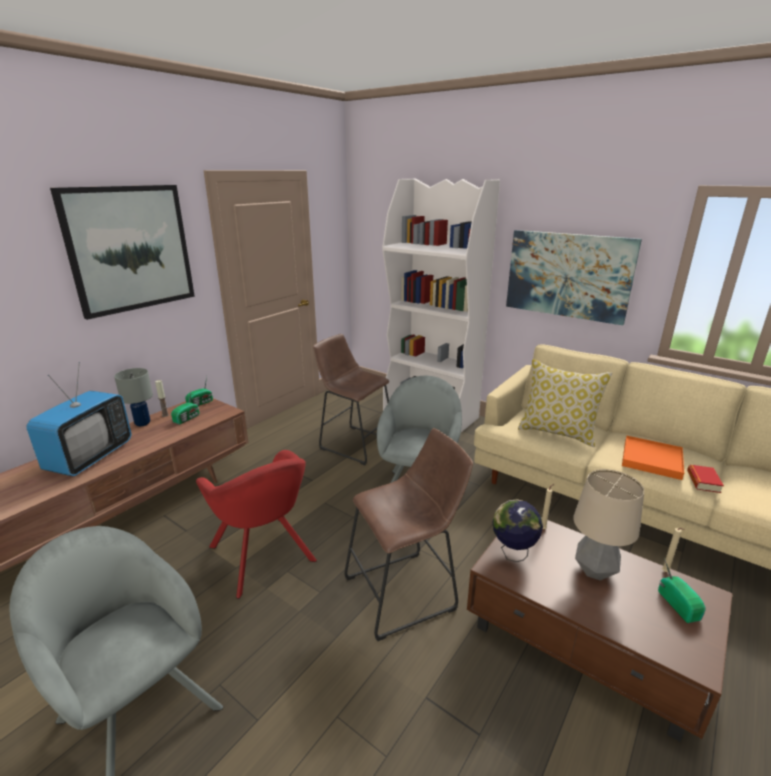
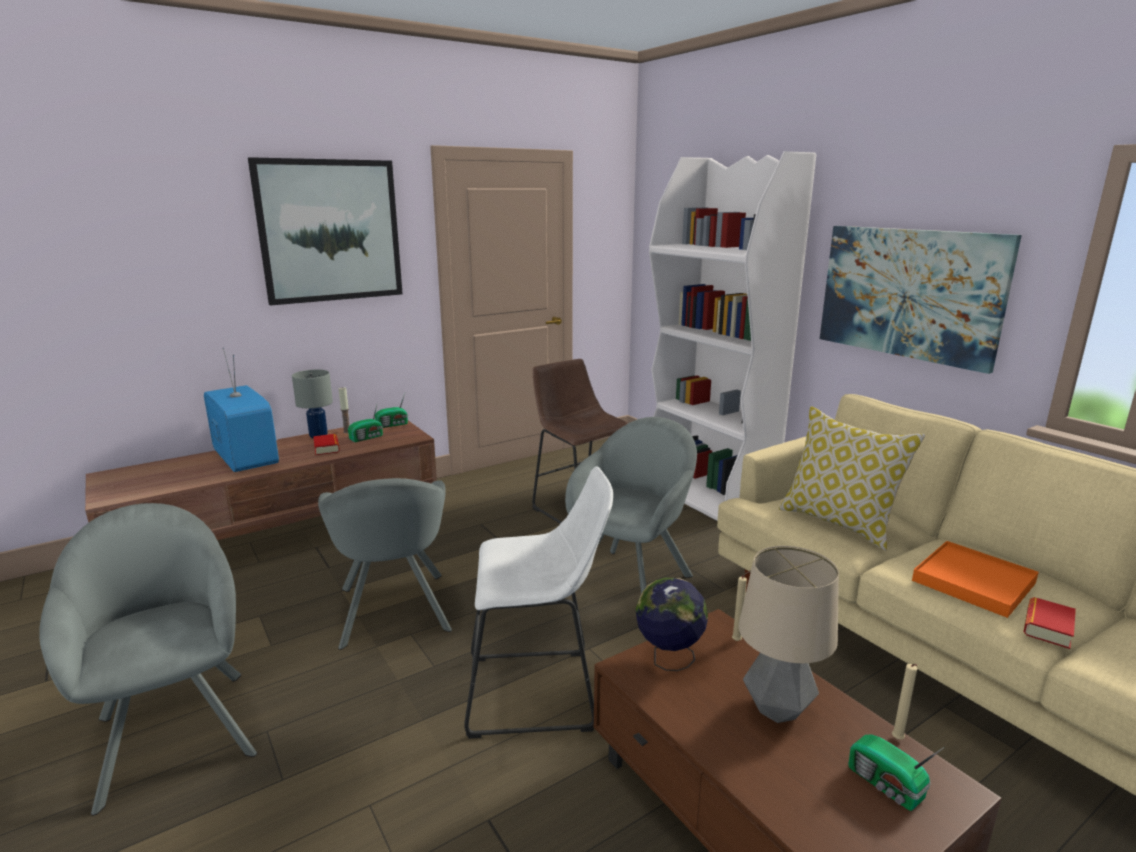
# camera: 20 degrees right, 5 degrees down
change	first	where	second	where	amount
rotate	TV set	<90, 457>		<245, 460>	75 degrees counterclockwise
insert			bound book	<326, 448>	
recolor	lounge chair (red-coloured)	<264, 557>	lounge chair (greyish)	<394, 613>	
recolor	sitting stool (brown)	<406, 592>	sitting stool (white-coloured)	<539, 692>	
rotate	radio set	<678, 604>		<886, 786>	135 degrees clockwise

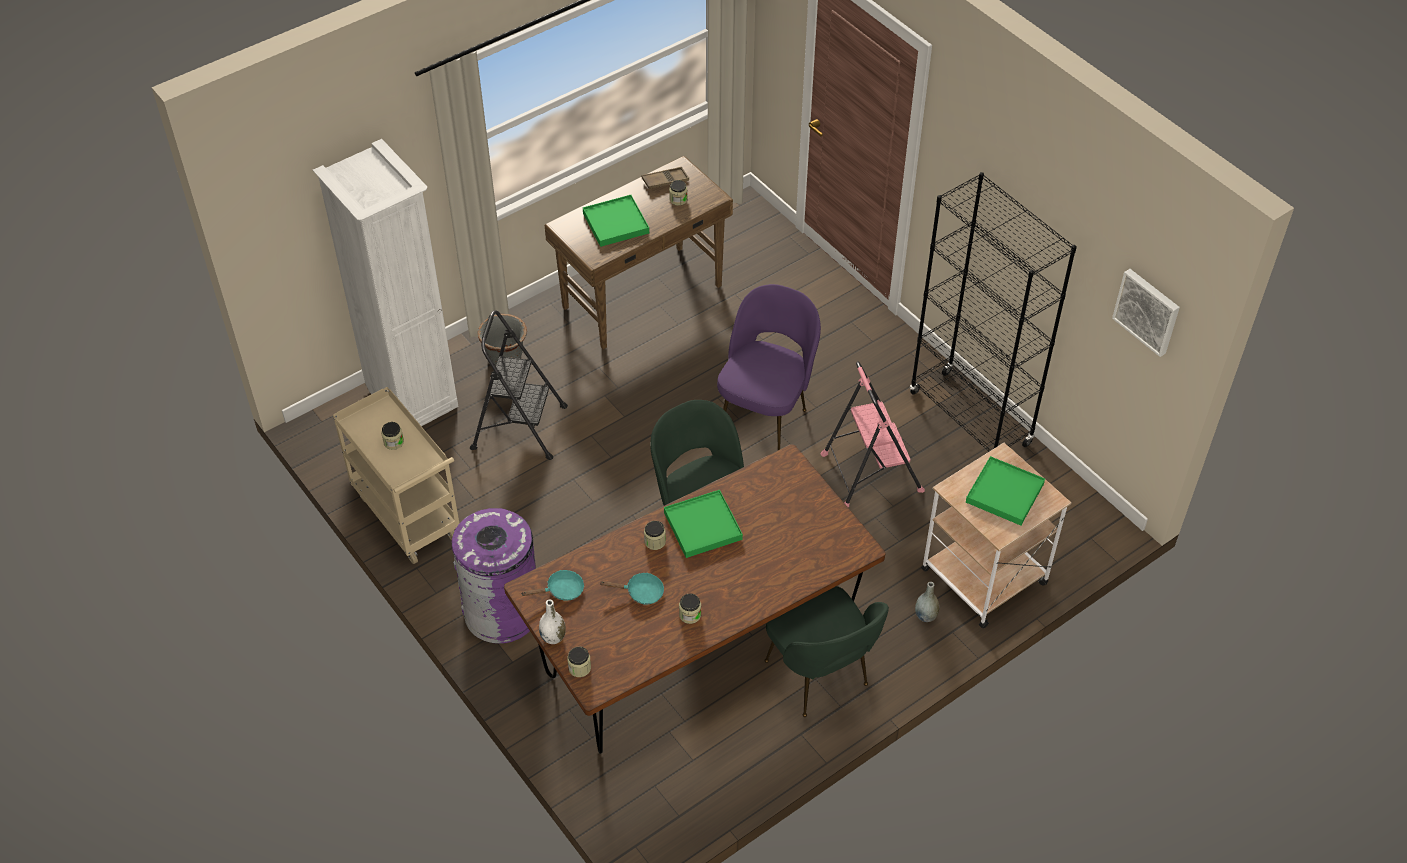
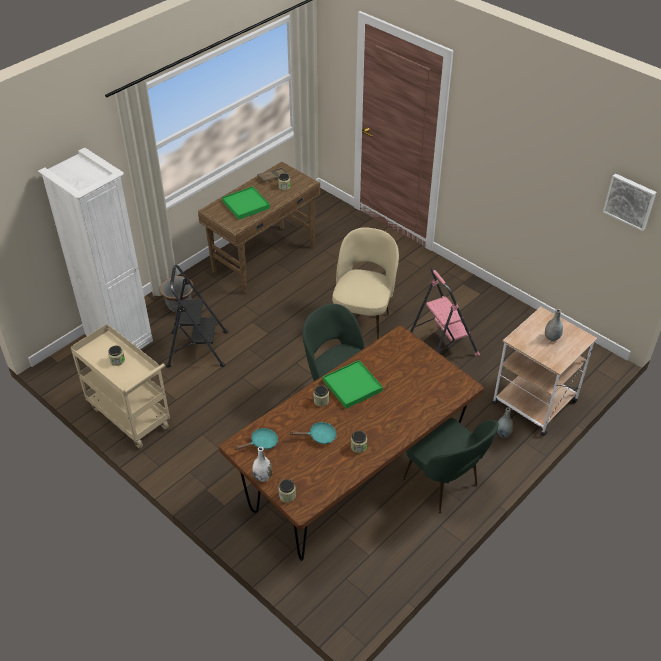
# camera: 10 degrees left, 5 degrees down
change	first	where	second	where	amount
recolor	chair (purplish)	<766, 417>	chair (beige-coloured)	<363, 322>	
replace	carrying tray (green-coloured)	<1005, 493>	vase (greyish)	<552, 337>	
delete	rubbish bin (purplish)	<502, 612>			
delete	bookshelf (black)	<970, 419>			

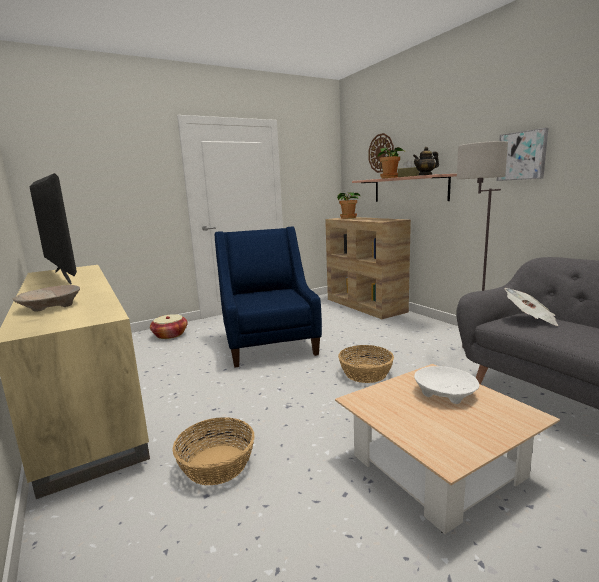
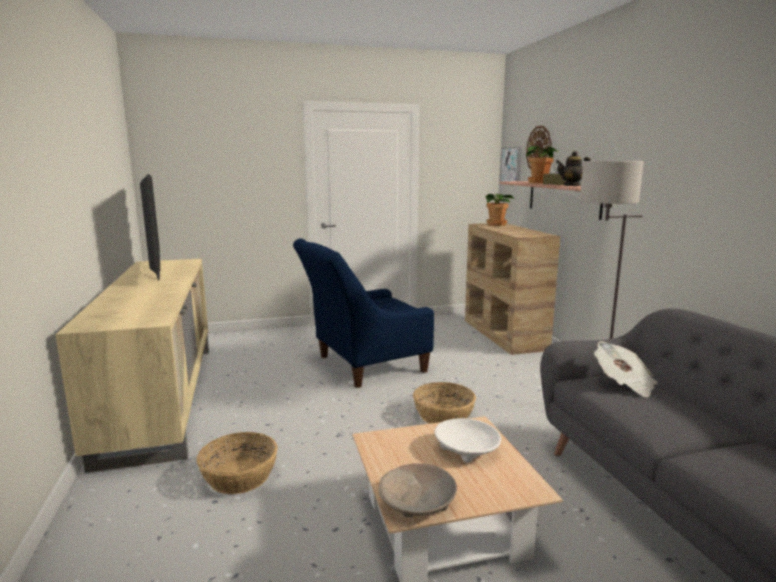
# camera: 15 degrees right, 0 degrees up
change	first	where	second	where	amount
rotate	lounge chair (blue)	<269, 344>		<363, 365>	120 degrees counterclockwise
move	bowl (beige-coloured)	<51, 307>		<418, 504>	
move	wall picture	<522, 155>		<511, 166>	
delete	household basket	<170, 335>			

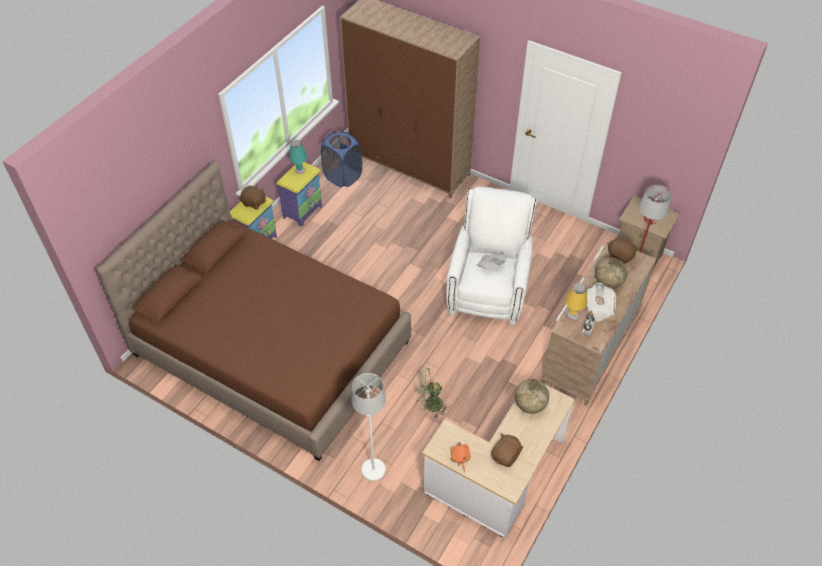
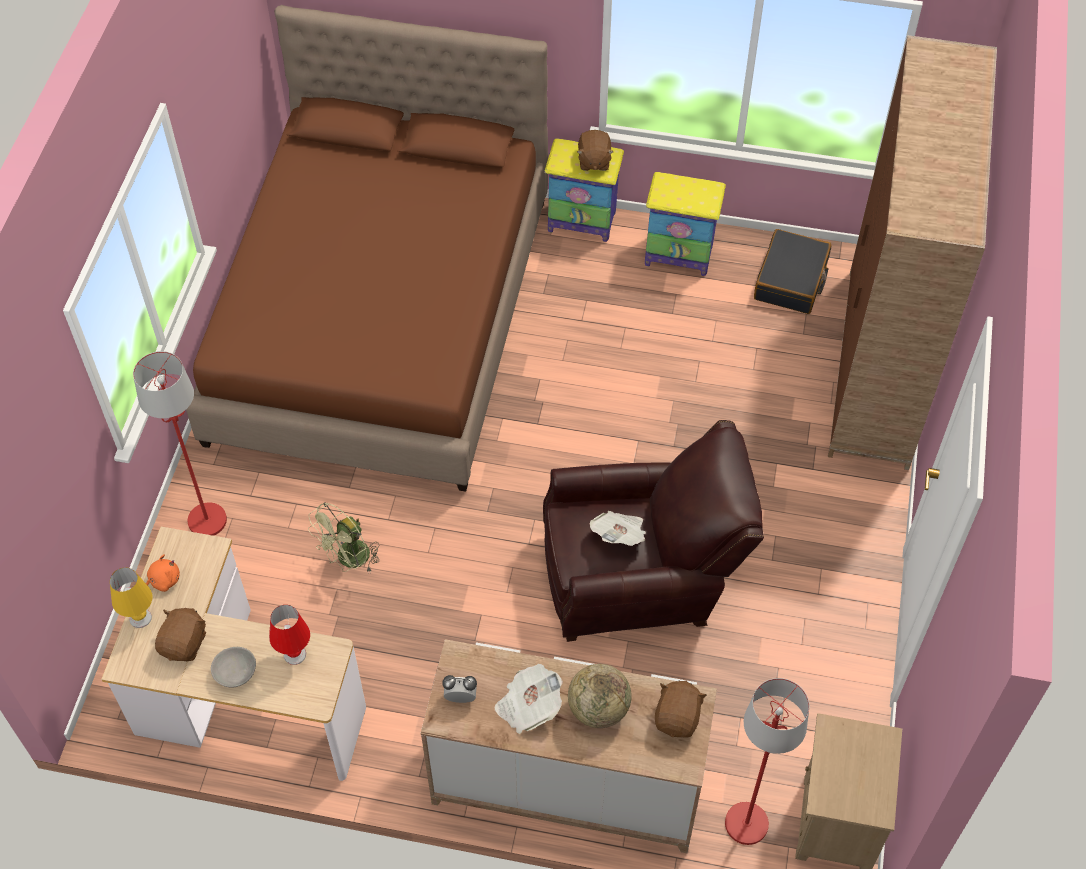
# camera: 70 degrees right, 5 degrees up
change	first	where	second	where	amount
move	table lamp (yellowish)	<573, 314>		<140, 618>	
recolor	floor lamp (white-coloured)	<373, 470>	floor lamp (red-coloured)	<207, 521>	
rotate	cuddly toy (brown)	<506, 456>		<184, 643>	90 degrees counterclockwise
insert			bowl (greyish)	<236, 673>	
replace	world globe	<530, 405>	table lamp (red-coloured)	<294, 654>	
rotate	electric fan (green-coloured)	<429, 405>		<349, 560>	105 degrees counterclockwise
recolor	lounge chair (white-coloured)	<489, 286>	lounge chair (brown)	<641, 577>	
replace	washing basket (blue)	<343, 176>	suitcase (black)	<791, 280>	
delete	table lamp (turquoise)	<299, 170>			

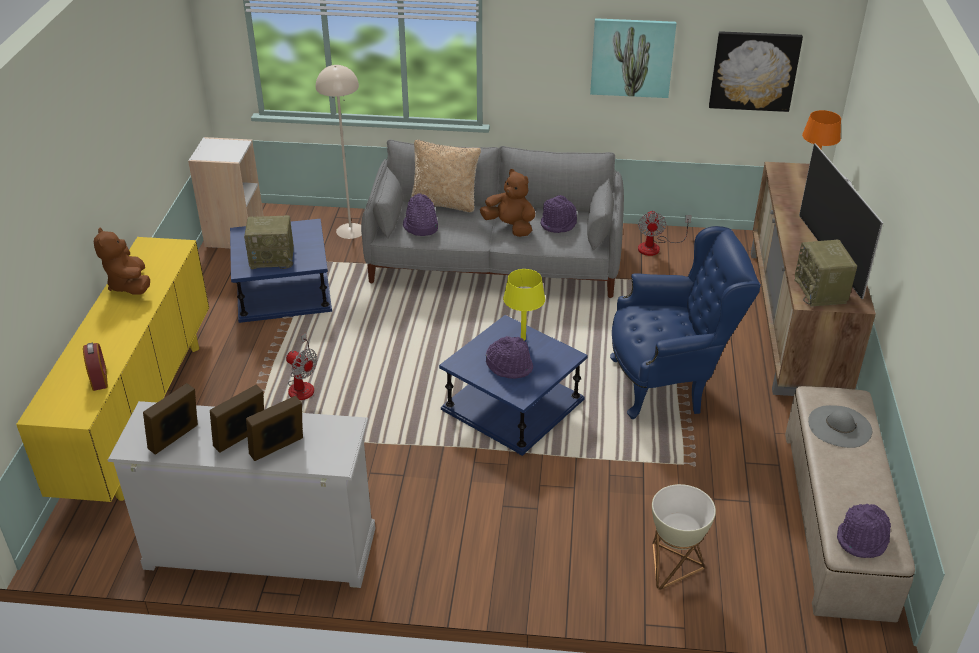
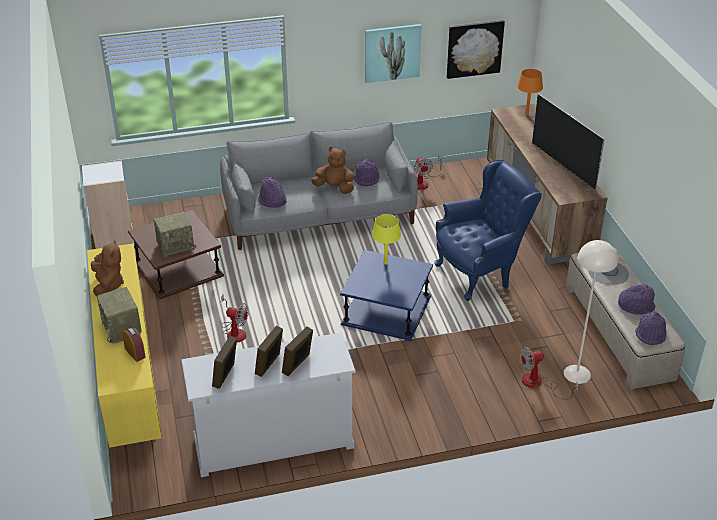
# camera: 20 degrees left, 0 degrees up
change	first	where	second	where	amount
rotate	cuddly toy (brown)	<129, 285>		<108, 285>	150 degrees counterclockwise
move	radio set	<821, 292>		<122, 328>	
recolor	side table (blue)	<283, 290>	side table (brown)	<178, 269>	
replace	flower pot	<674, 567>	electric fan	<538, 383>	
move	floor lamp (beige-coloured)	<351, 230>		<577, 373>	
move	clothing hat (purplish)	<510, 366>		<636, 306>	
delete	cushion (beige-coloured)	<445, 205>			

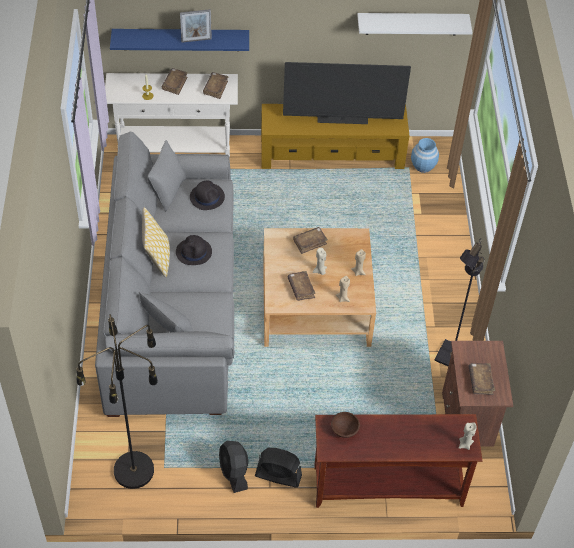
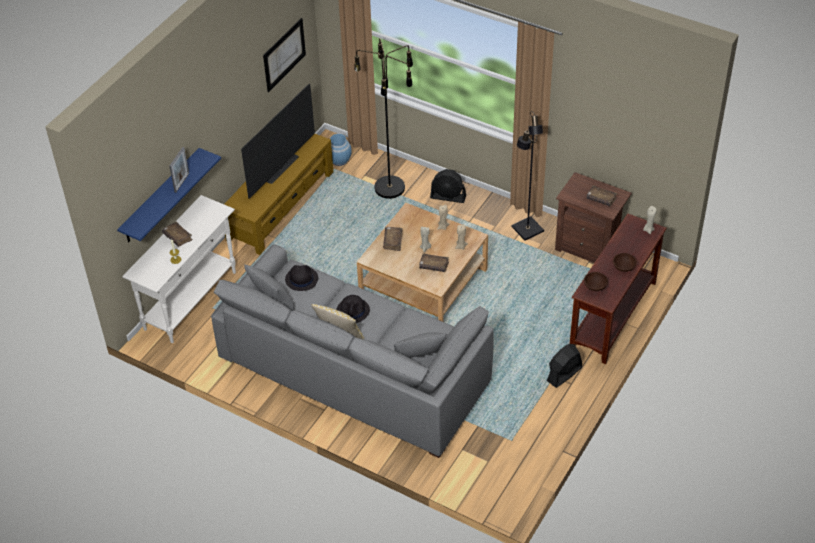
# camera: 55 degrees left, 5 degrees down
change	first	where	second	where	amount
replace	wall shelf (white-coloured)	<412, 24>	wall picture	<284, 54>	
move	floor lamp	<134, 471>		<390, 188>	
move	electric fan (black)	<234, 472>		<448, 197>	
insert			bowl (brown)	<624, 267>	
delete	bound book (brown)	<215, 88>			

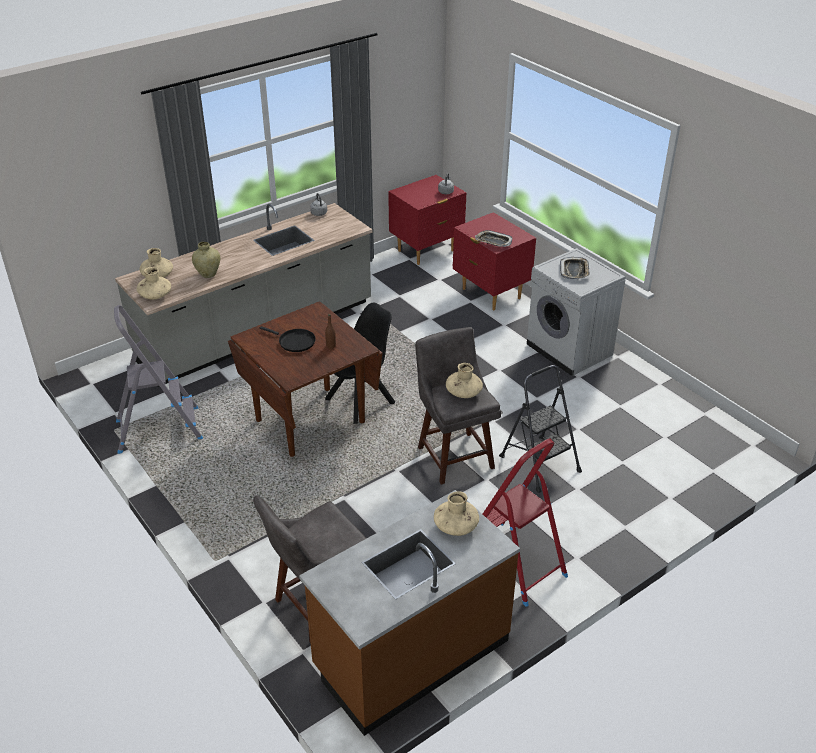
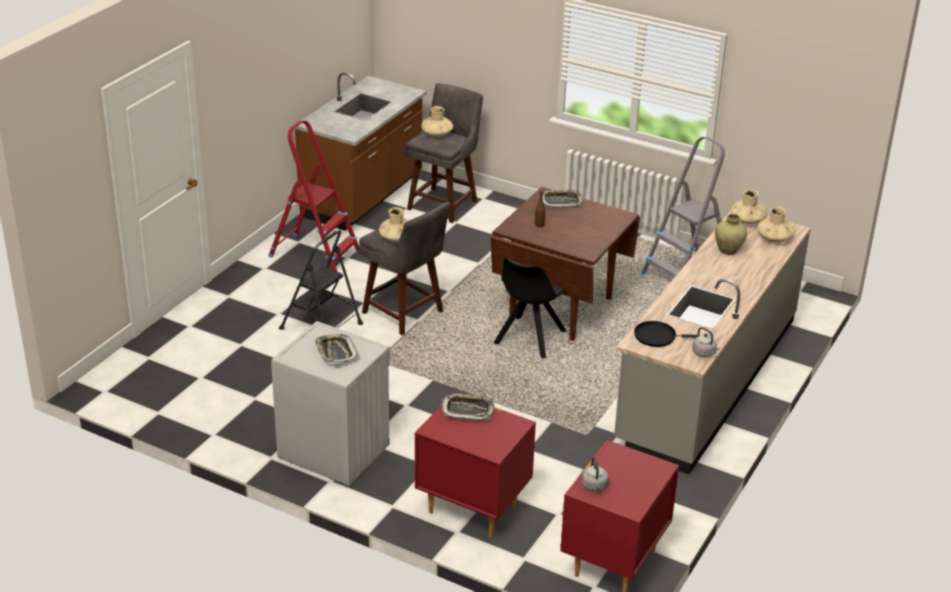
# camera: 155 degrees right, 5 degrees down
change	first	where	second	where	amount
move	vase (beige-coloured)	<456, 526>		<437, 134>	
insert			carrying tray	<561, 201>	
move	skillet (black)	<294, 342>		<658, 336>	

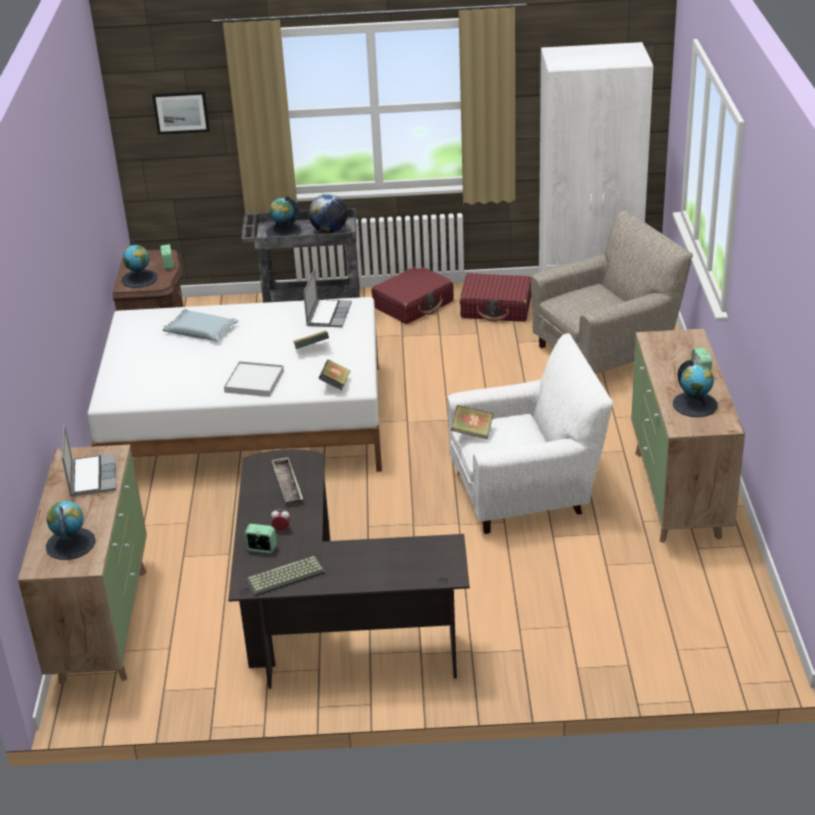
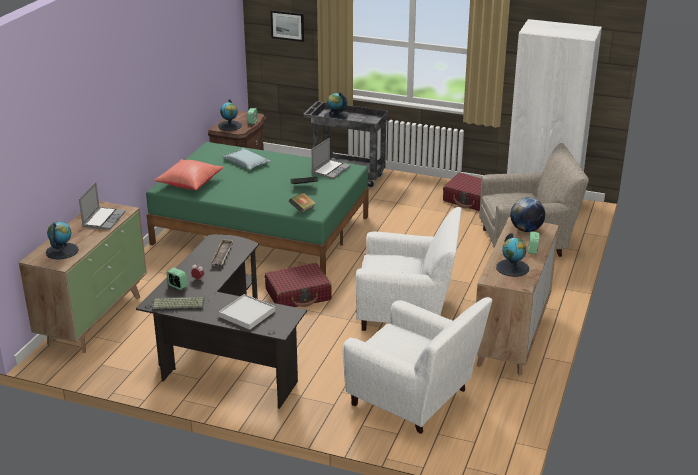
# camera: 20 degrees right, 5 degrees down
change	first	where	second	where	amount
recolor	bedroom bed (white-coloured)	<247, 422>	bedroom bed (green-coloured)	<262, 230>	
insert			cushion (red-coloured)	<189, 184>	
move	carrying tray (white-coloured)	<254, 381>		<247, 314>	
move	suitcase (red-coloured)	<413, 304>		<298, 295>	
insert			lounge chair (white-coloured)	<413, 400>	
move	world globe	<329, 231>		<526, 229>	
delete	bound book	<472, 432>			

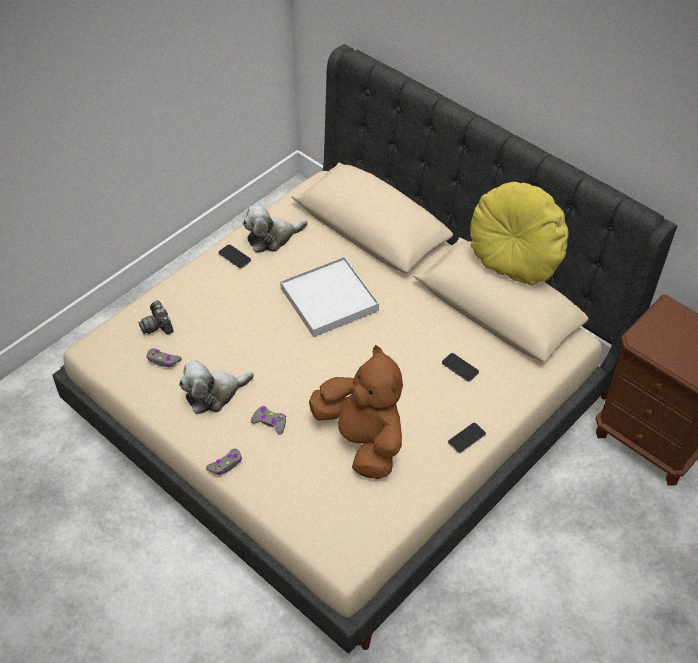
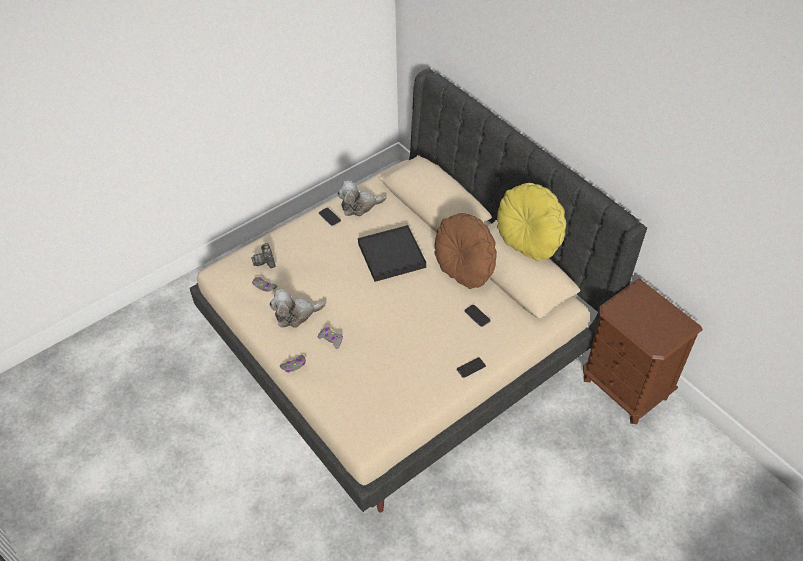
# camera: 10 degrees right, 0 degrees up
change	first	where	second	where	amount
recolor	carrying tray (white-coloured)	<329, 299>	carrying tray (black)	<391, 255>	
insert			cushion (brown)	<463, 272>	
delete	cuddly toy (brown)	<362, 440>			

